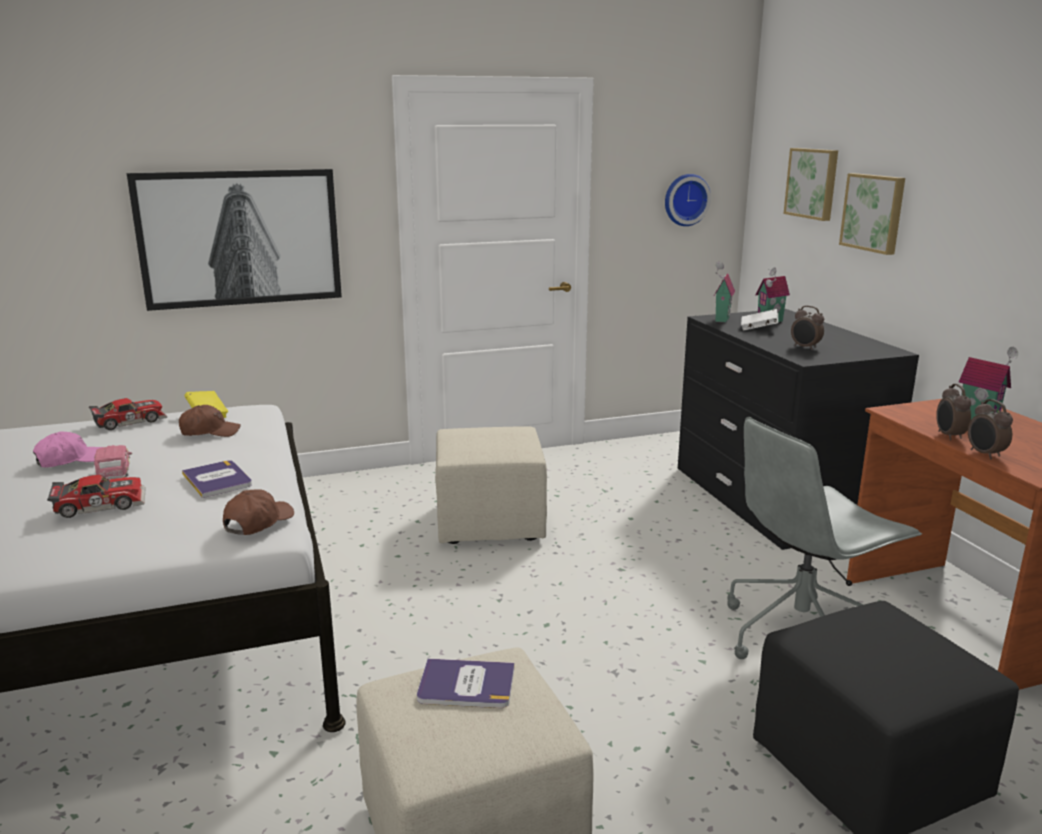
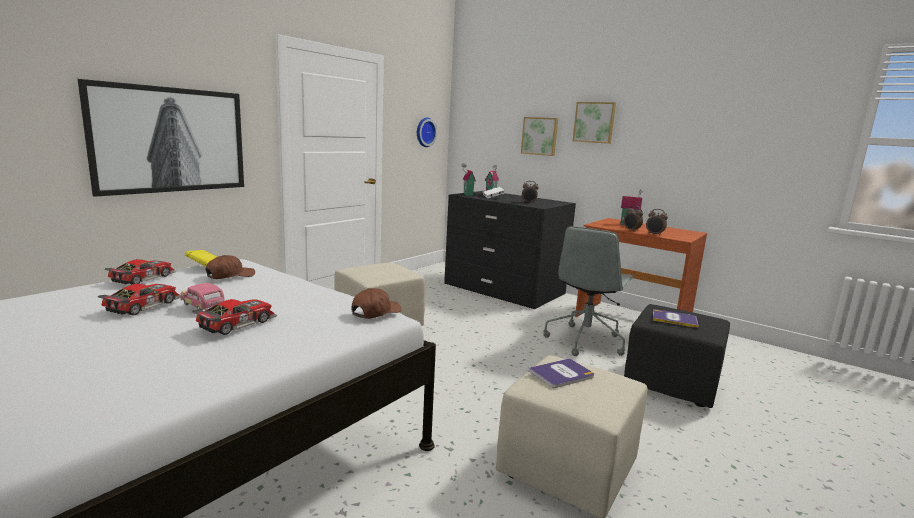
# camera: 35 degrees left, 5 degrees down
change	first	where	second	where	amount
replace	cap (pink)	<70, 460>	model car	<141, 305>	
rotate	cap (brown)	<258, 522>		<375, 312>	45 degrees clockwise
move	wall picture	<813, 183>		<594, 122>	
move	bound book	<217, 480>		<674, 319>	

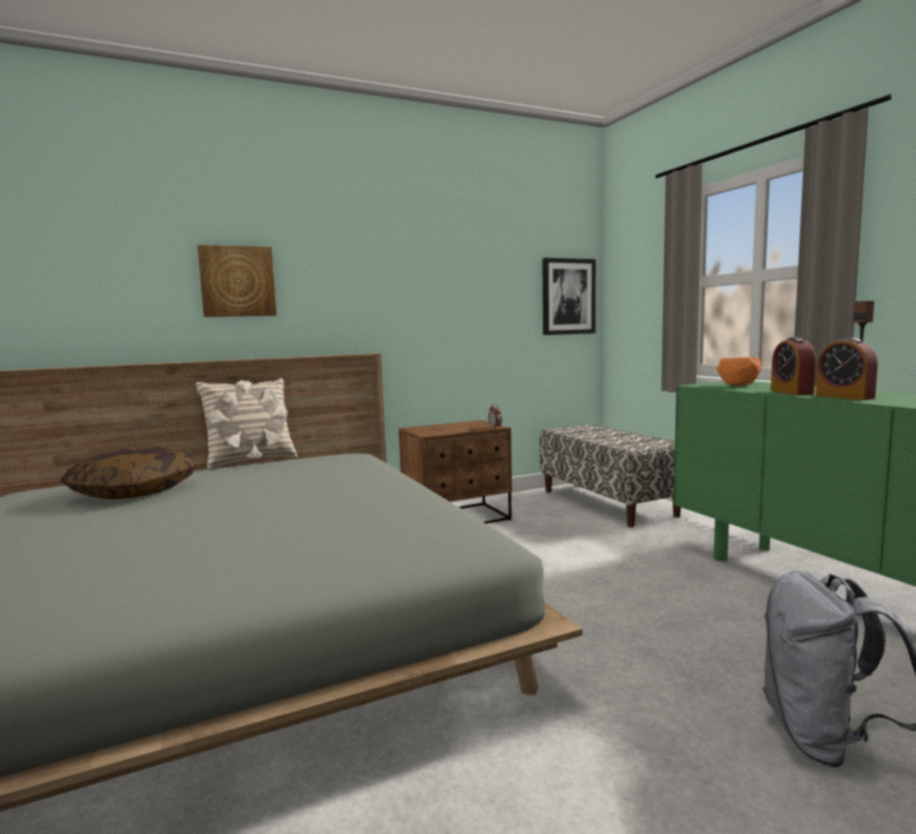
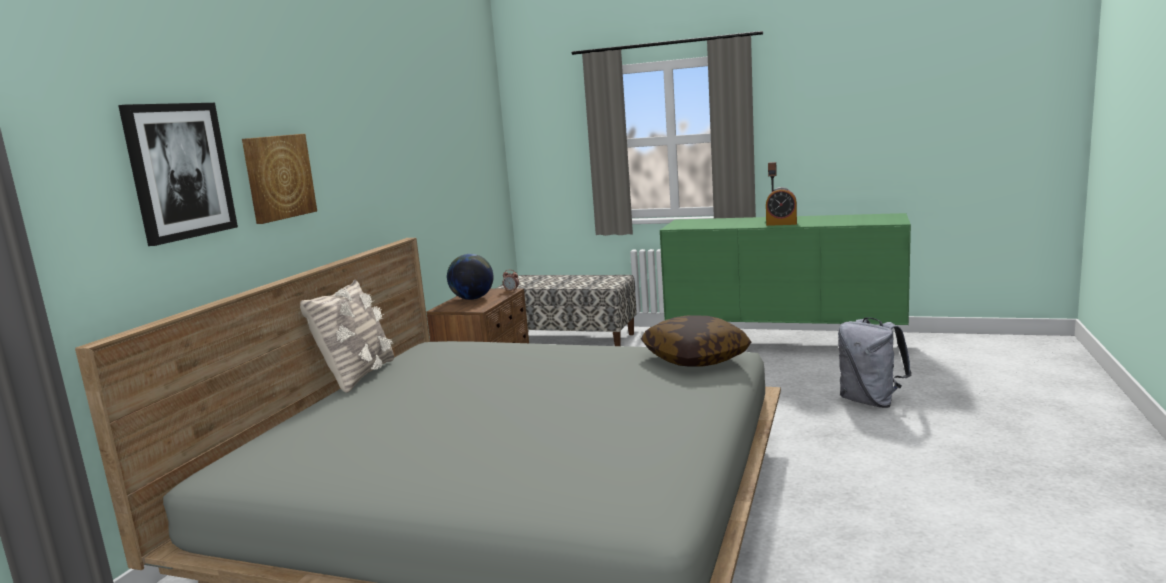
# camera: 45 degrees left, 5 degrees up
change	first	where	second	where	amount
move	wall picture	<568, 296>		<180, 171>	
insert			world globe	<472, 298>	
move	cushion	<135, 492>		<695, 358>	
delete	bowl (orangey)	<739, 385>			
delete	table clock	<791, 392>			

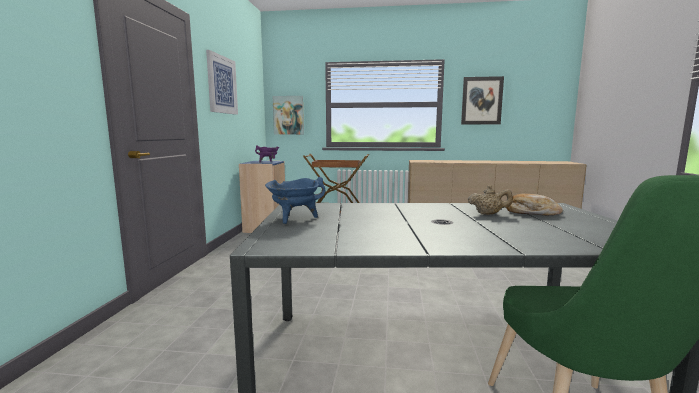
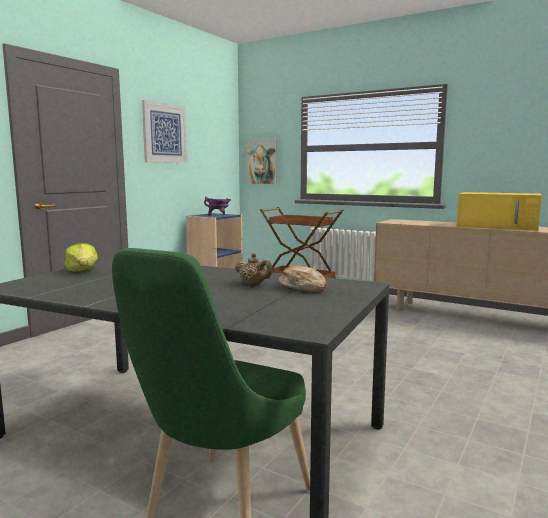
# camera: 25 degrees right, 0 degrees up
change	first	where	second	where	amount
replace	cooking pot (blue)	<294, 219>	head of lettuce	<82, 271>	
insert			microwave (yellowish)	<498, 226>	
delete	wall picture	<481, 100>			

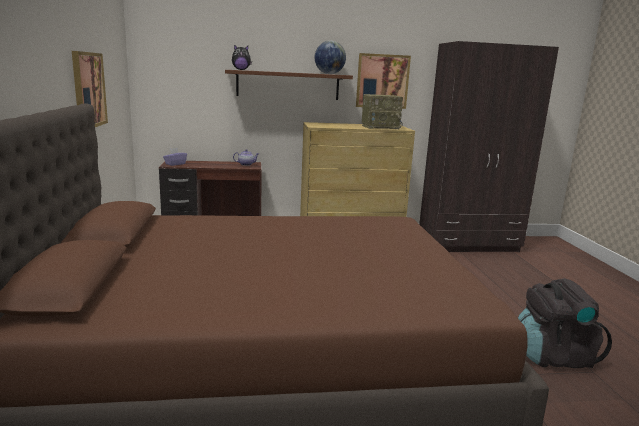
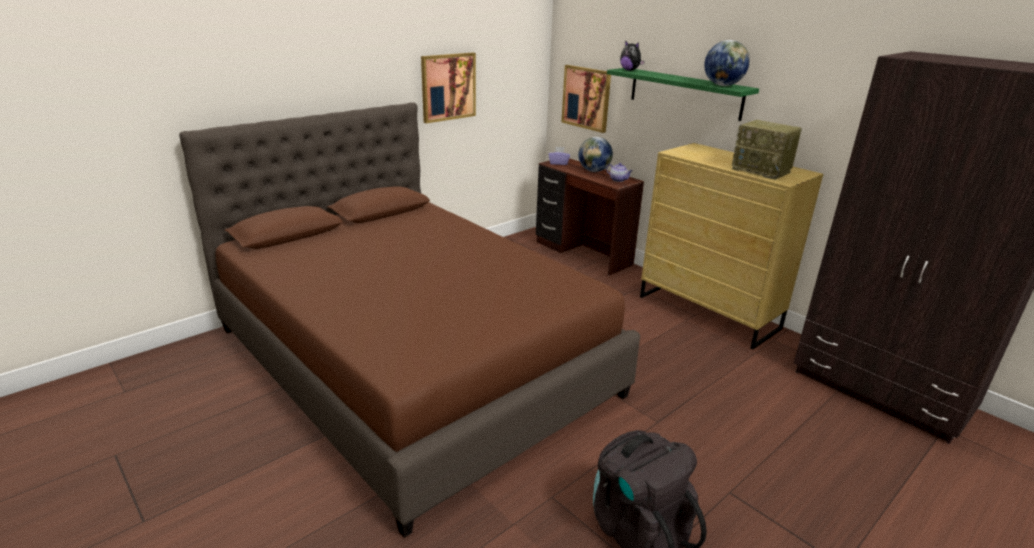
# camera: 55 degrees right, 10 degrees up
change	first	where	second	where	amount
move	wall picture	<382, 81>		<586, 98>	
insert			world globe	<594, 171>	
recolor	wall shelf (brown)	<288, 85>	wall shelf (green-coloured)	<685, 93>	

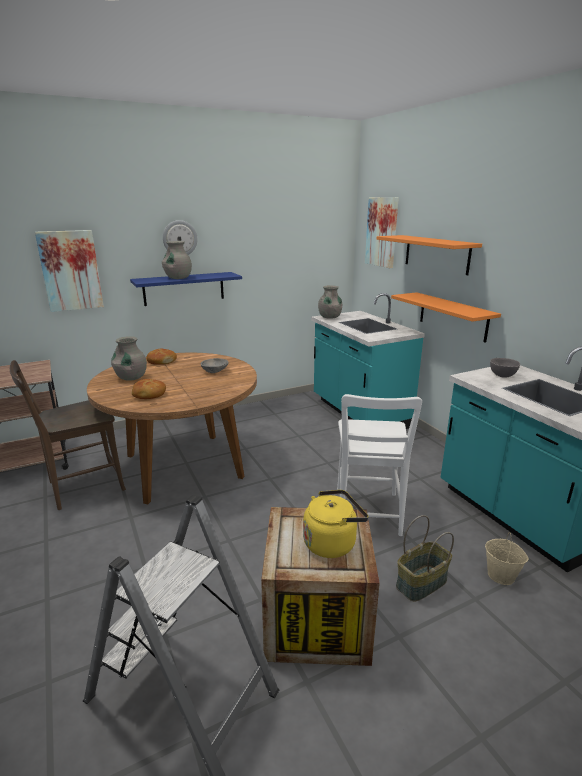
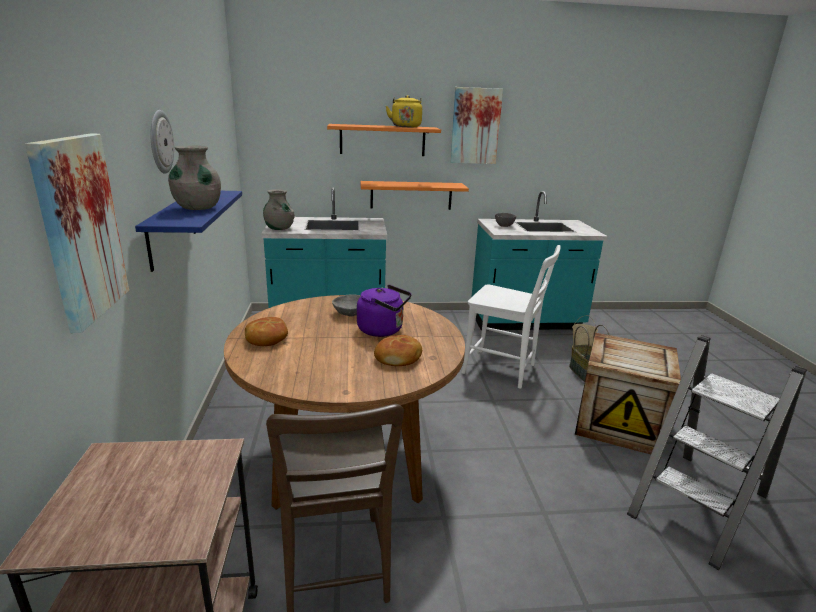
# camera: 70 degrees left, 0 degrees up
change	first	where	second	where	amount
insert			water kettle (purplish)	<383, 330>	
move	water kettle (yellowish)	<332, 542>		<406, 126>	
move	wall picture	<382, 232>		<475, 126>	
delete	vase (greyish)	<131, 378>			

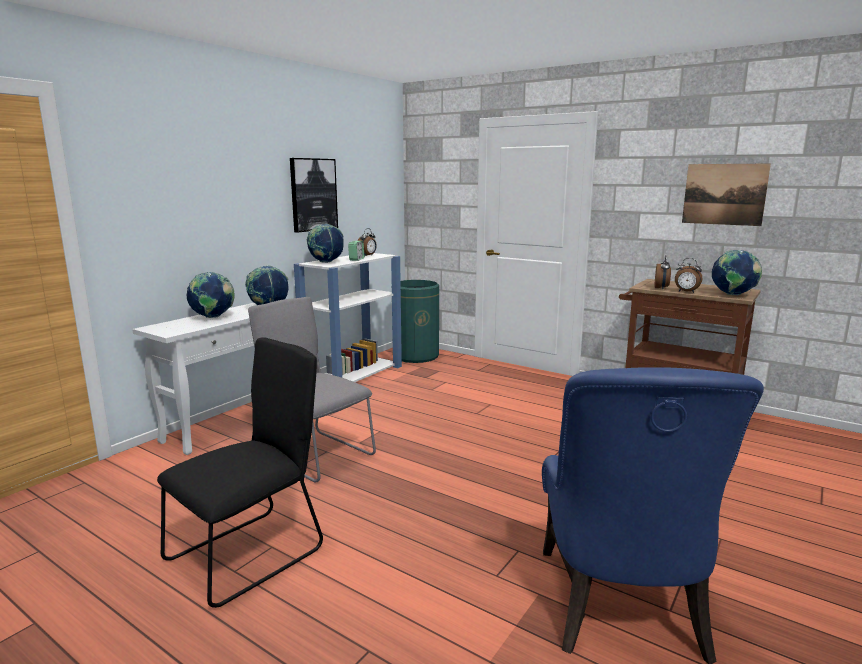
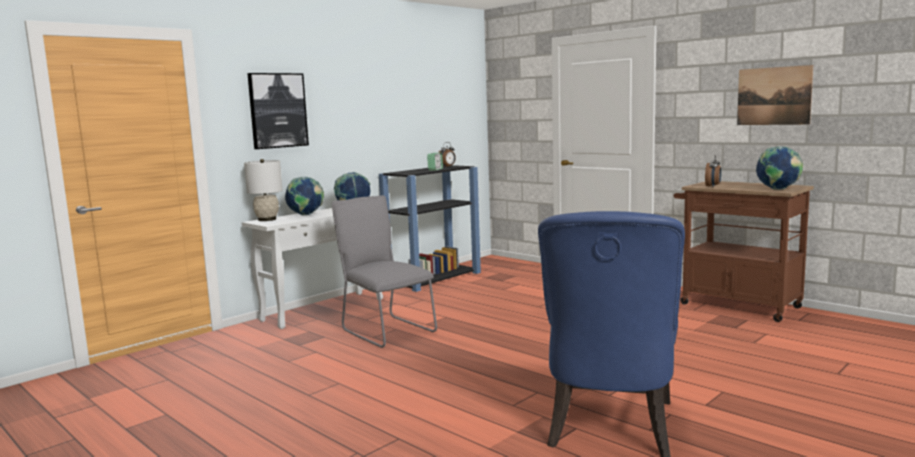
# camera: 10 degrees right, 5 degrees down
change	first	where	second	where	amount
insert			table lamp (white-coloured)	<267, 219>	
move	wall picture	<313, 194>		<277, 110>	
recolor	bookshelf (white-coloured)	<354, 375>	bookshelf (black)	<434, 278>	
delete	chair (black)	<252, 552>			
delete	world globe	<326, 262>			
delete	rubbish bin (green-coloured)	<416, 356>			
delete	table clock	<686, 292>			

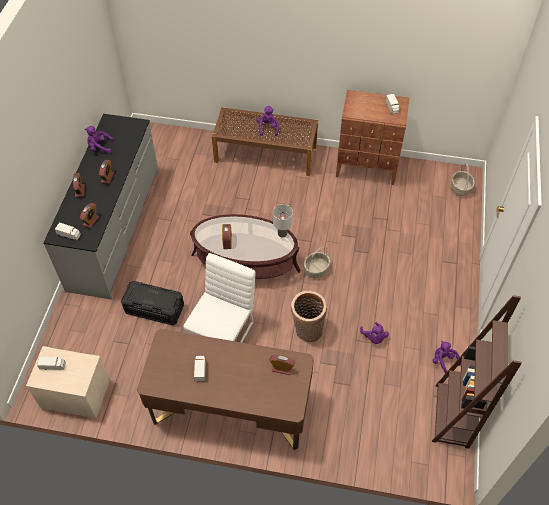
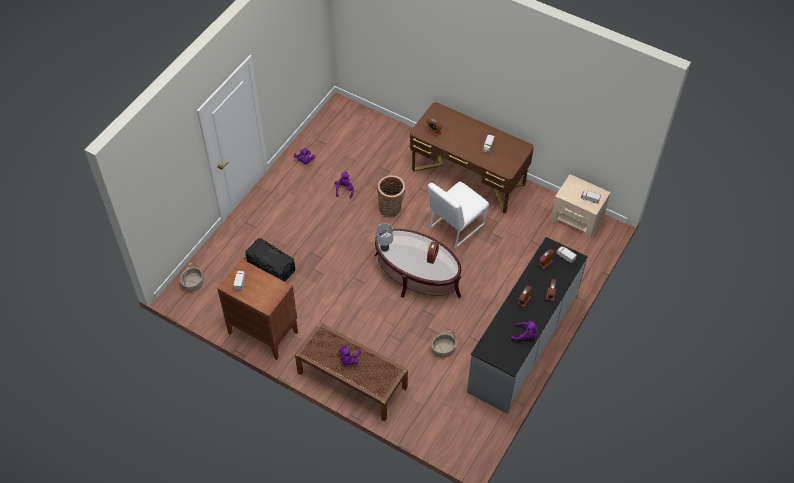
# camera: 160 degrees left, 0 degrees up
change	first	where	second	where	amount
move	storage box (black)	<154, 309>		<271, 266>	
move	household basket	<316, 269>		<443, 350>	
delete	bookshelf (brown)	<452, 416>			

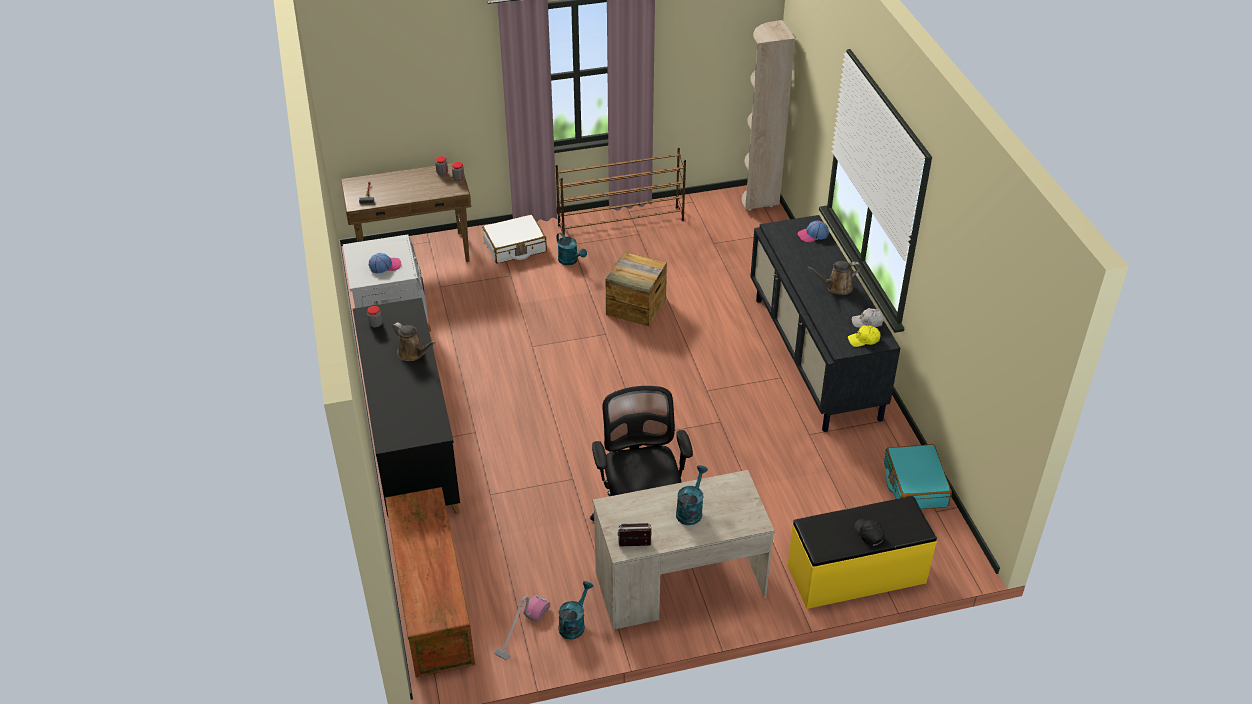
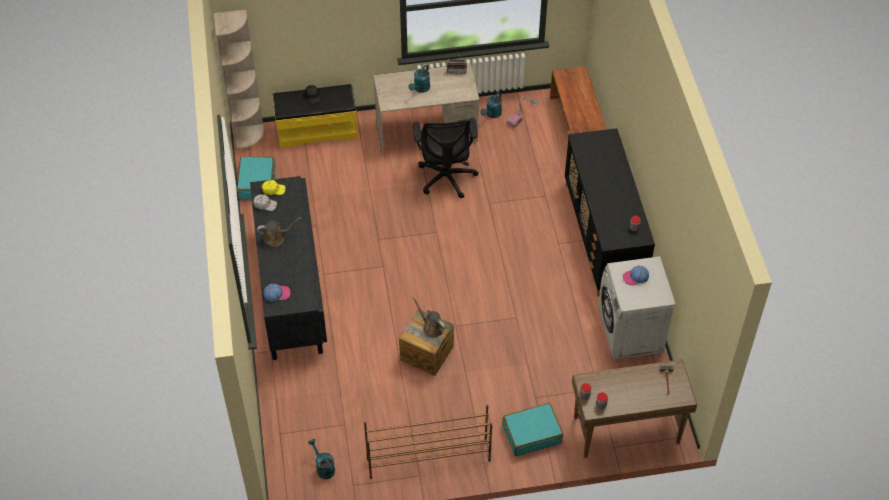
# camera: 175 degrees left, 10 degrees up
change	first	where	second	where	amount
move	bookshelf (beige-coloured)	<758, 202>		<248, 138>	
move	sprinkling can (turquoise)	<570, 261>		<323, 467>	
move	sprinkling can (brown)	<413, 353>		<431, 327>	
recolor	suitcase (white-coloured)	<515, 247>	suitcase (turquoise)	<531, 434>	

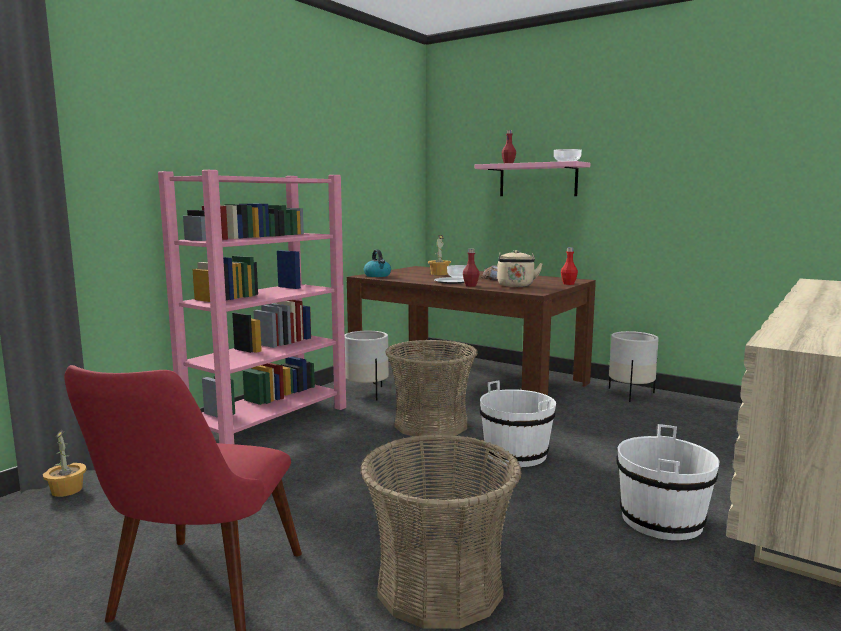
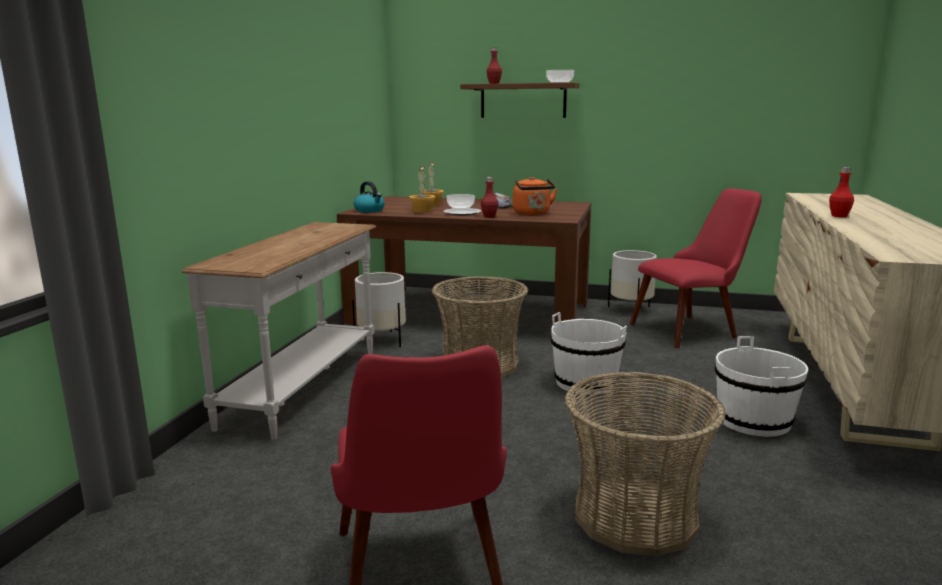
# camera: 20 degrees left, 5 degrees up
change	first	where	second	where	amount
replace	bookshelf (pink)	<268, 422>	narrow table (white-coloured)	<304, 387>	
move	potted plant	<67, 490>		<422, 211>	
recolor	wall shelf (pink)	<538, 180>	wall shelf (brown)	<523, 101>	
recolor	water kettle (beige-coloured)	<516, 286>	water kettle (orangey)	<532, 214>	
insert			chair (red-coloured)	<693, 329>	
move	bottle (red-coloured)	<568, 284>		<839, 216>	

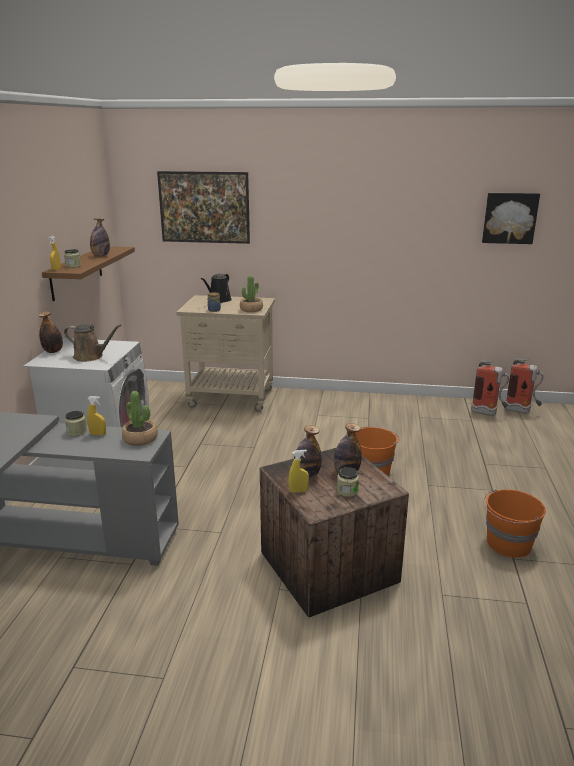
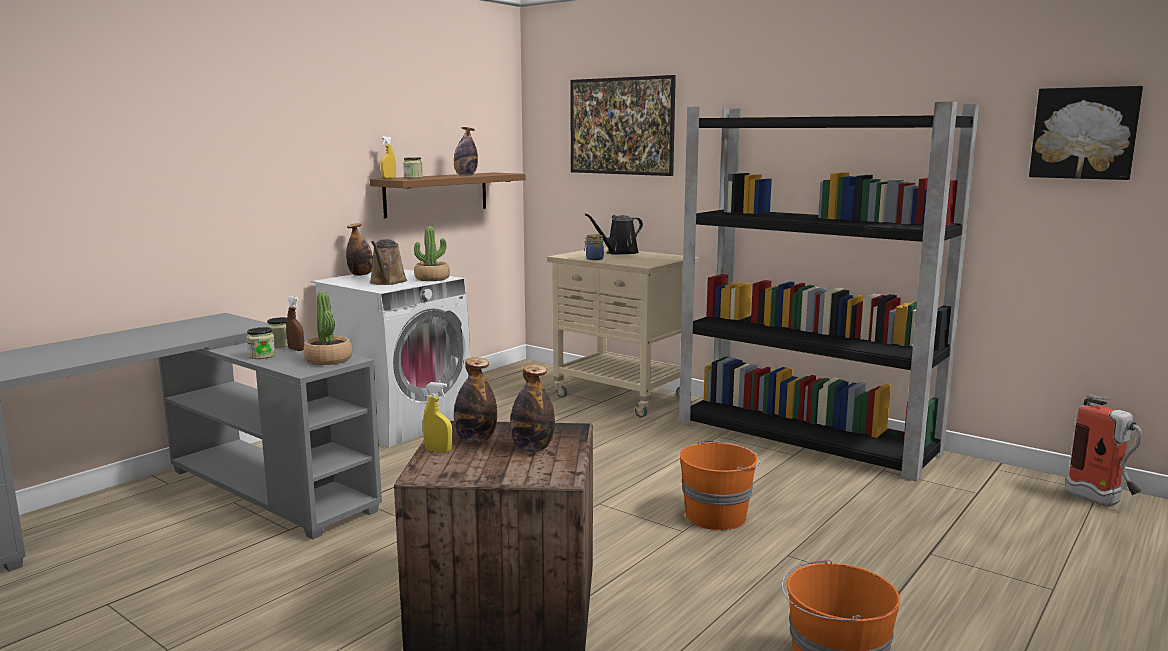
# camera: 30 degrees right, 10 degrees down
change	first	where	second	where	amount
move	storage jar	<347, 491>		<261, 356>	
recolor	sprayer (yellowish)	<98, 434>	sprayer (brown)	<296, 349>	
rotate	sprinkling can (brown)	<91, 357>		<387, 282>	45 degrees clockwise
move	potted plant	<251, 309>		<432, 278>	
insert			bookshelf (black)	<805, 438>	
delete	fire extinguisher	<488, 413>			

